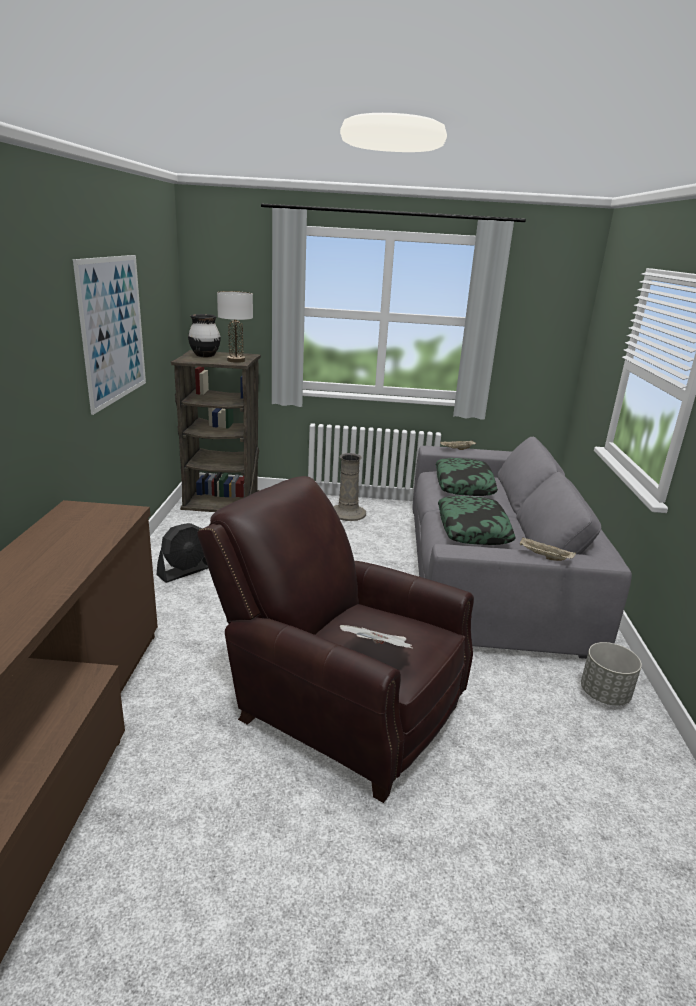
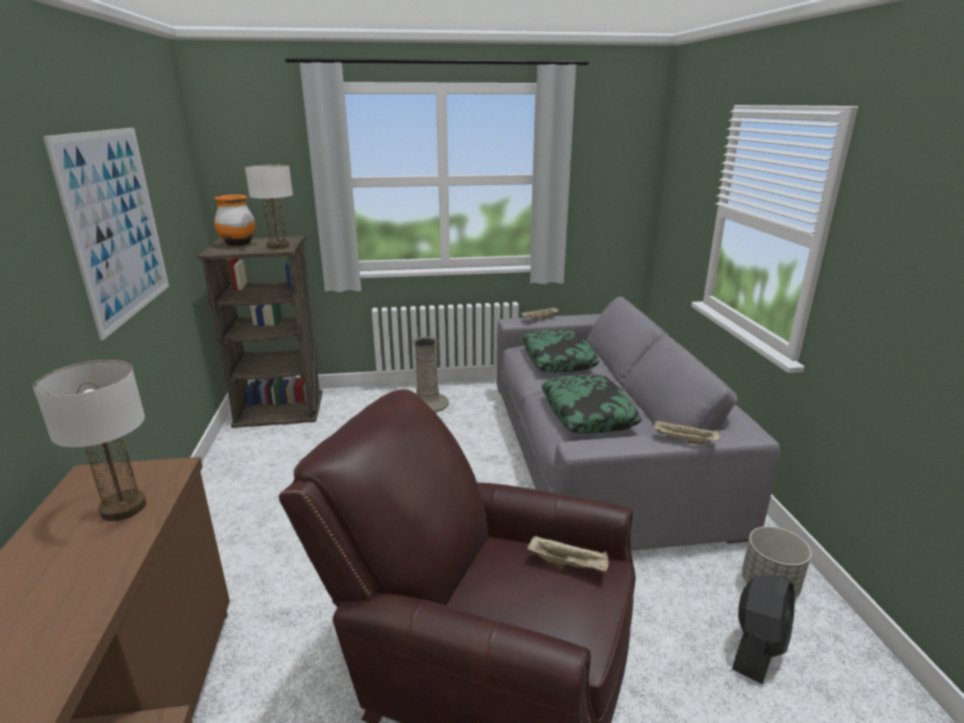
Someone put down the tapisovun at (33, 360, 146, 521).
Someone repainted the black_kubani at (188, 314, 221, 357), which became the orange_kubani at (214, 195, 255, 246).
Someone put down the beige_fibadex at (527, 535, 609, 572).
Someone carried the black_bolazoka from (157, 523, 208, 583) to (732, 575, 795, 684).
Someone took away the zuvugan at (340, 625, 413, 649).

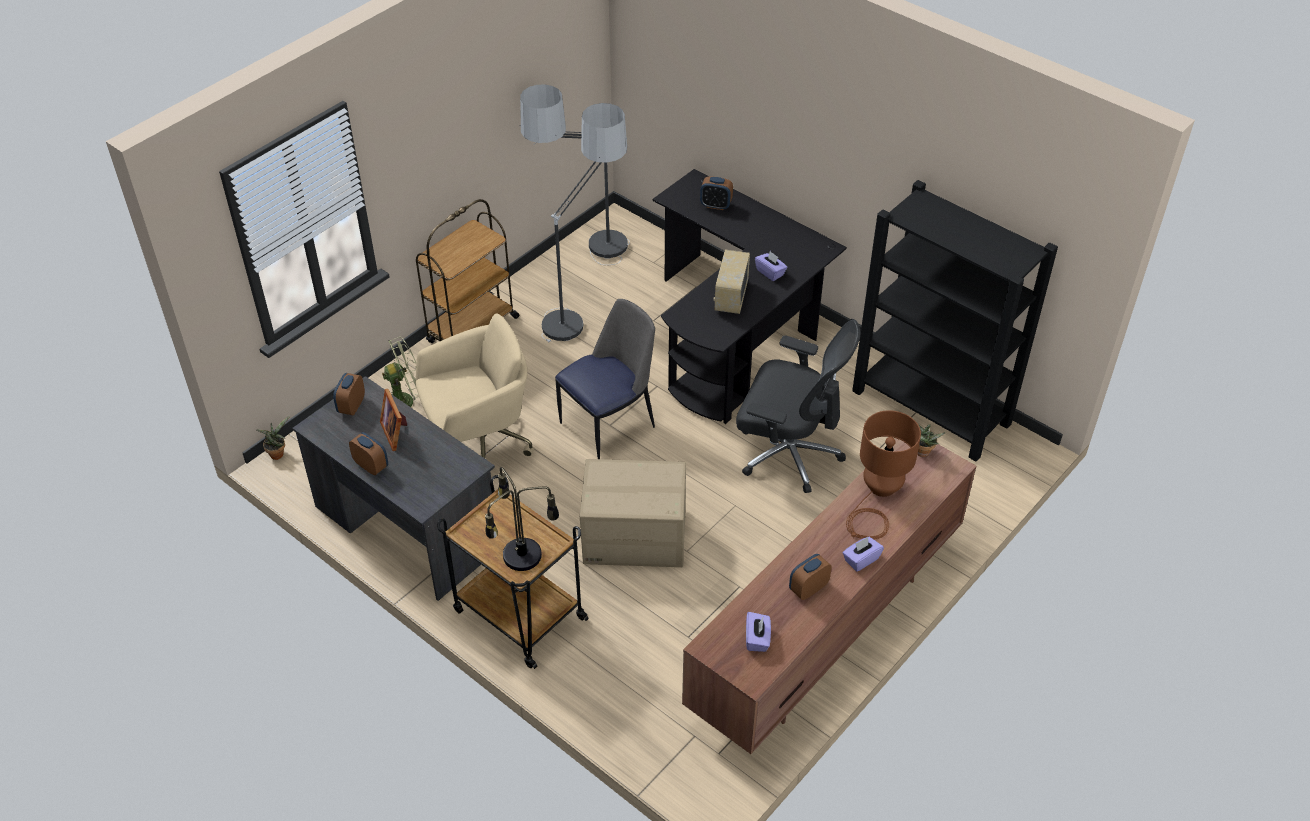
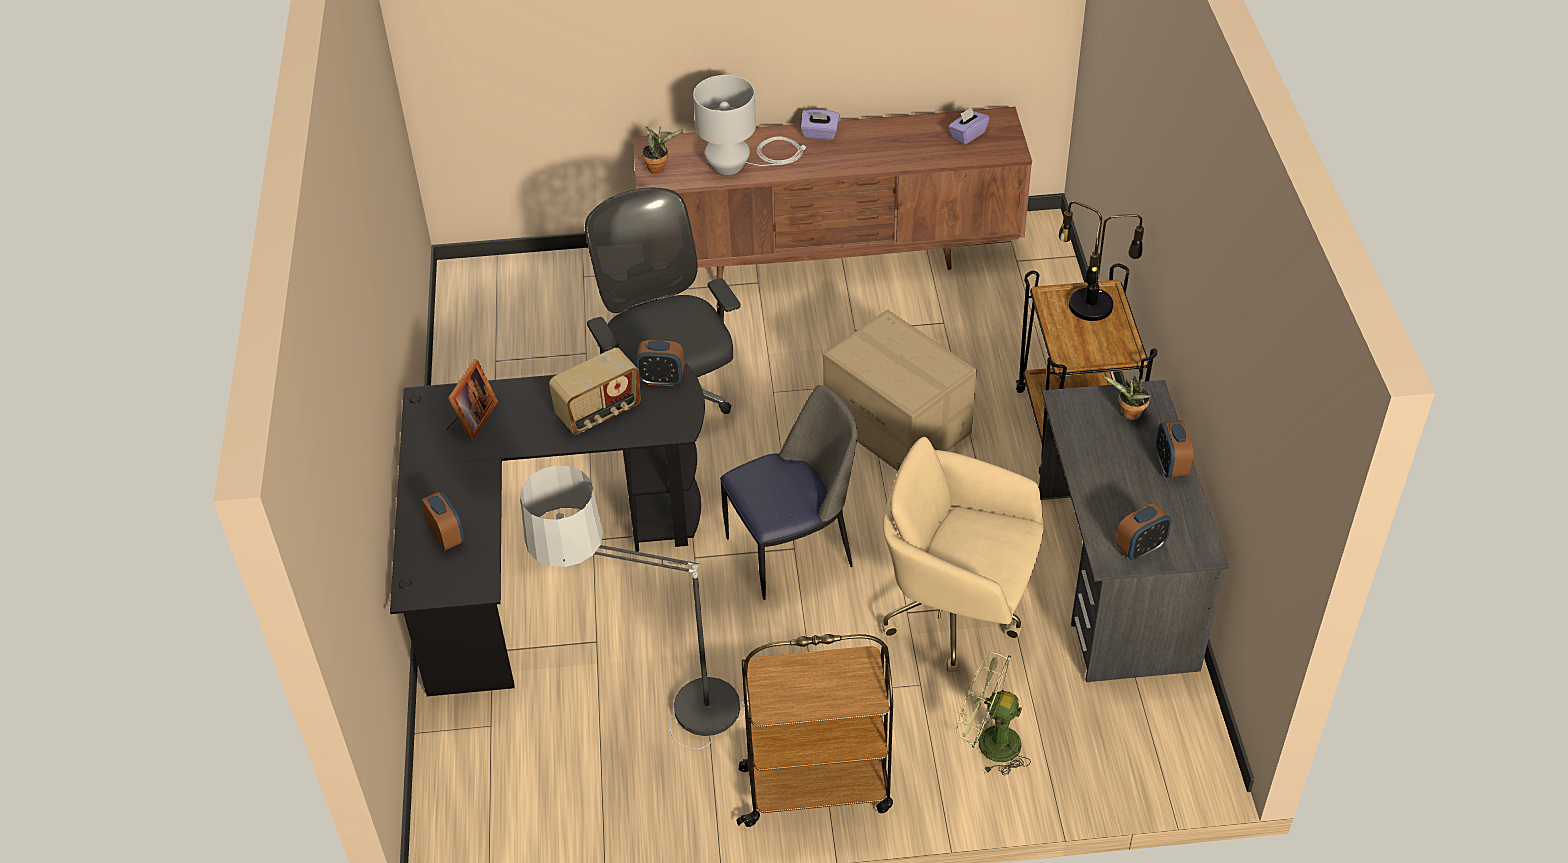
Someone carried the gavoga from (380, 389, 407, 451) to (446, 360, 498, 440).
Someone carried the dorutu from (789, 554, 832, 600) to (636, 340, 684, 386).
Someone repainted the brown_tapisovun at (846, 410, 921, 539), which became the grey_tapisovun at (693, 75, 806, 175).
Someone rotated the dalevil at (555, 299, 655, 459) by 150 degrees clockwise.
Someone carried the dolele from (257, 416, 290, 460) to (1103, 376, 1151, 420).
Someone took away the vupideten at (519, 85, 630, 265).
Someone took away the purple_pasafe at (755, 251, 787, 281).
Someone took away the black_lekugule at (852, 180, 1058, 461).

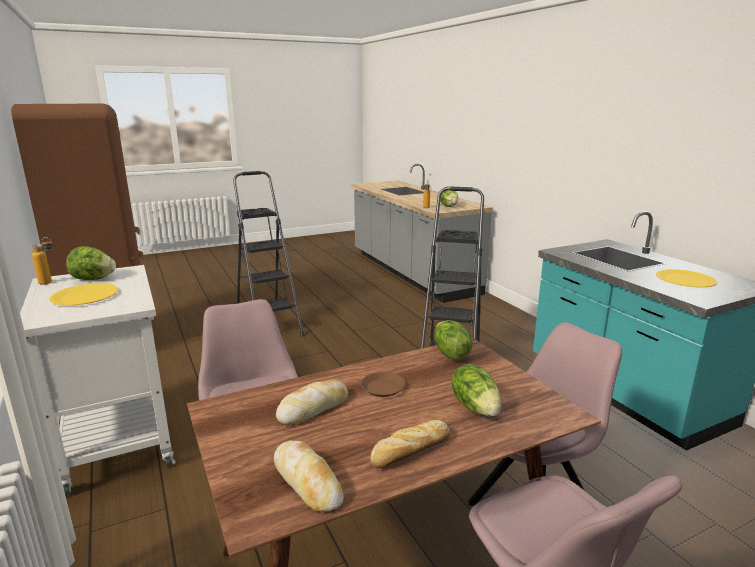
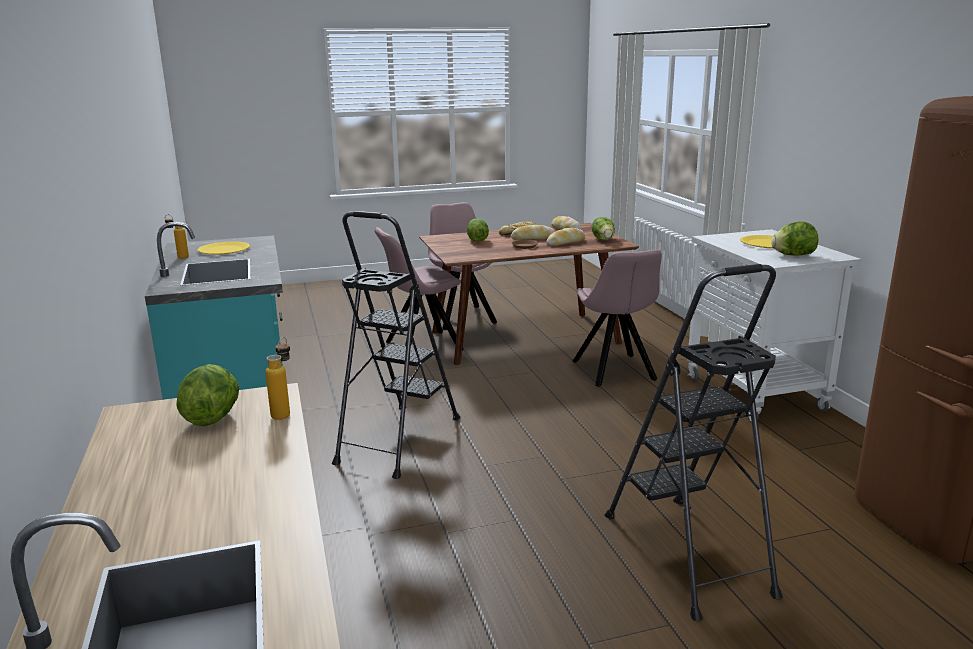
Someone carried the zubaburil from (32, 237, 52, 285) to (165, 215, 189, 259).
Someone put down the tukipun at (511, 225, 555, 240).
Someone carried the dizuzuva from (435, 320, 473, 360) to (592, 217, 615, 240).

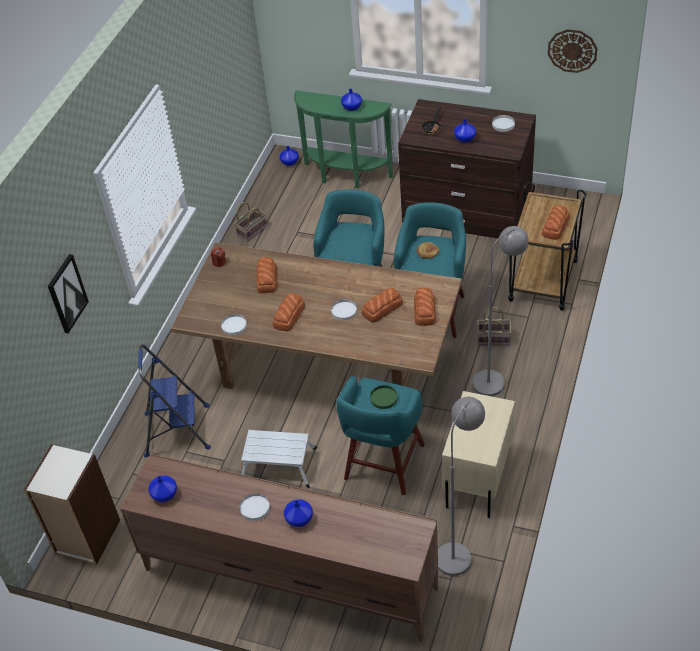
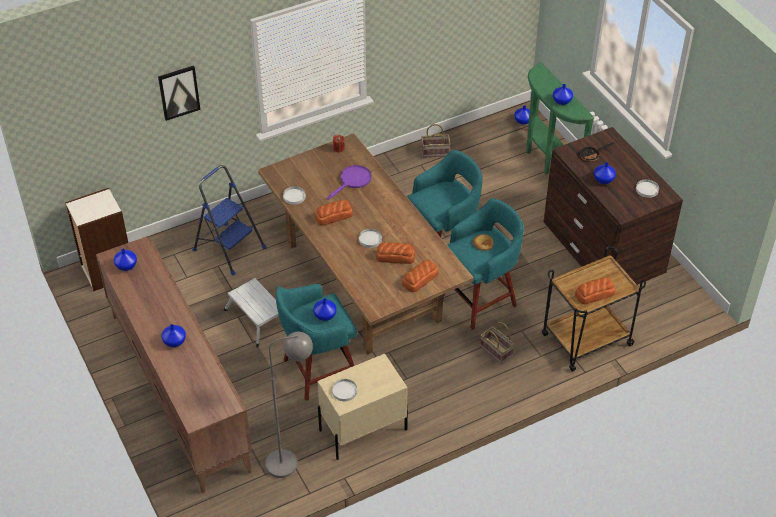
Someone swapped the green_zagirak at (370, 385, 398, 409) for the blue_kubani at (313, 299, 337, 321).
Someone swapped the tukipun at (257, 257, 277, 293) for the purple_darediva at (327, 165, 372, 200).
Someone carried the white_zagirak from (240, 493, 270, 521) to (332, 379, 357, 401).
Someone took away the grey_vupideten at (472, 226, 529, 396).
Someone took away the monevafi at (548, 29, 598, 73).

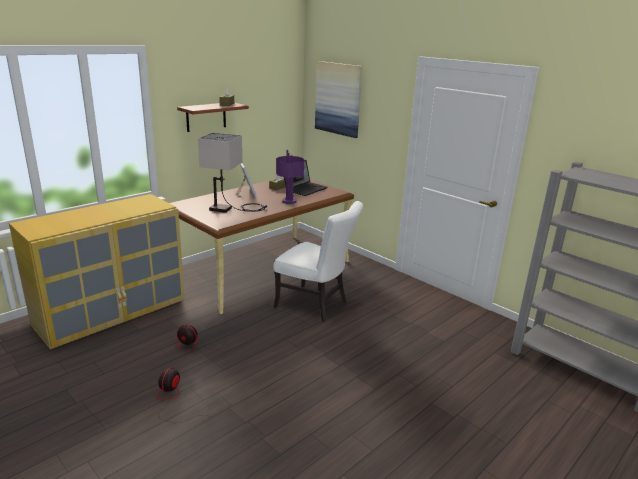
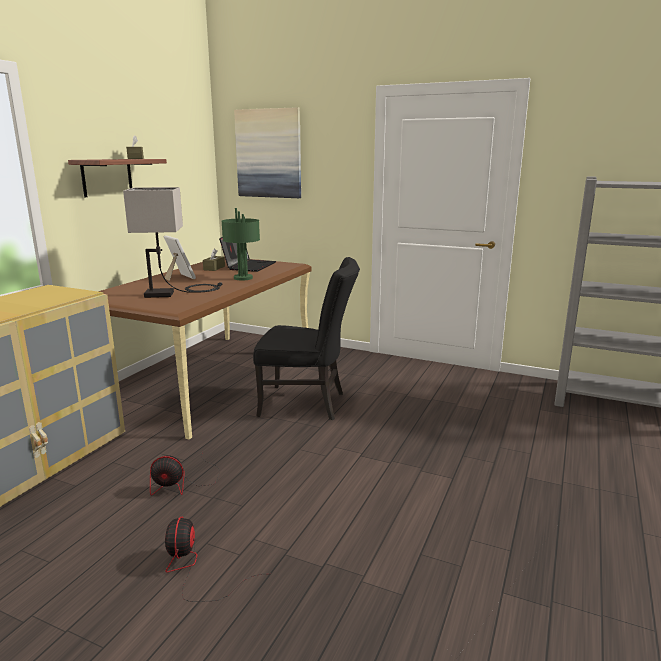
Someone repainted the purple_tapisovun at (276, 150, 304, 204), which became the green_tapisovun at (221, 208, 260, 280).
Someone repainted the white_dalevil at (274, 201, 363, 323), which became the black_dalevil at (253, 257, 360, 420).

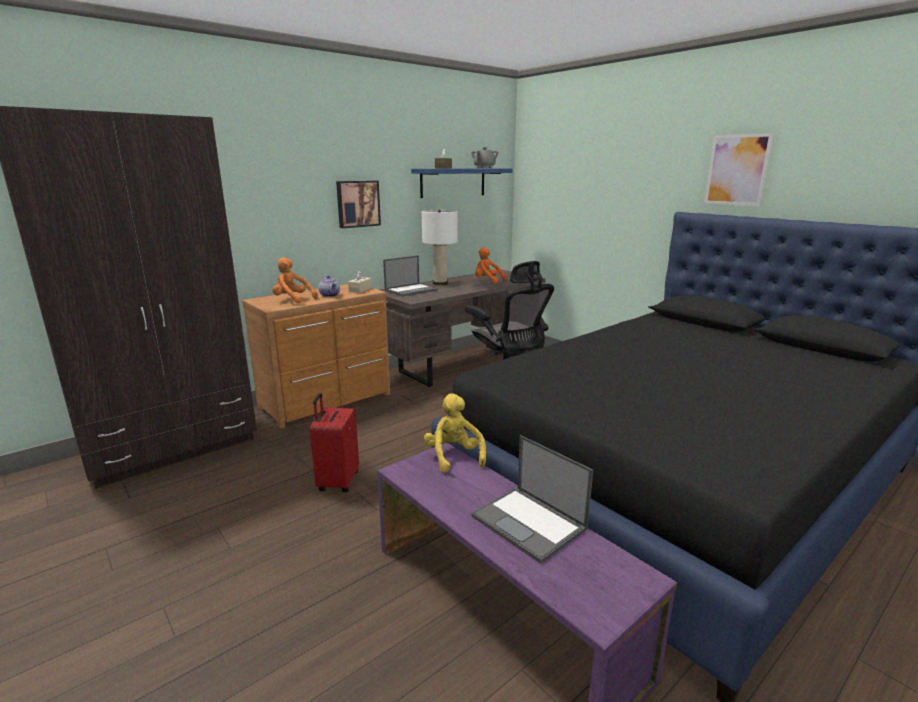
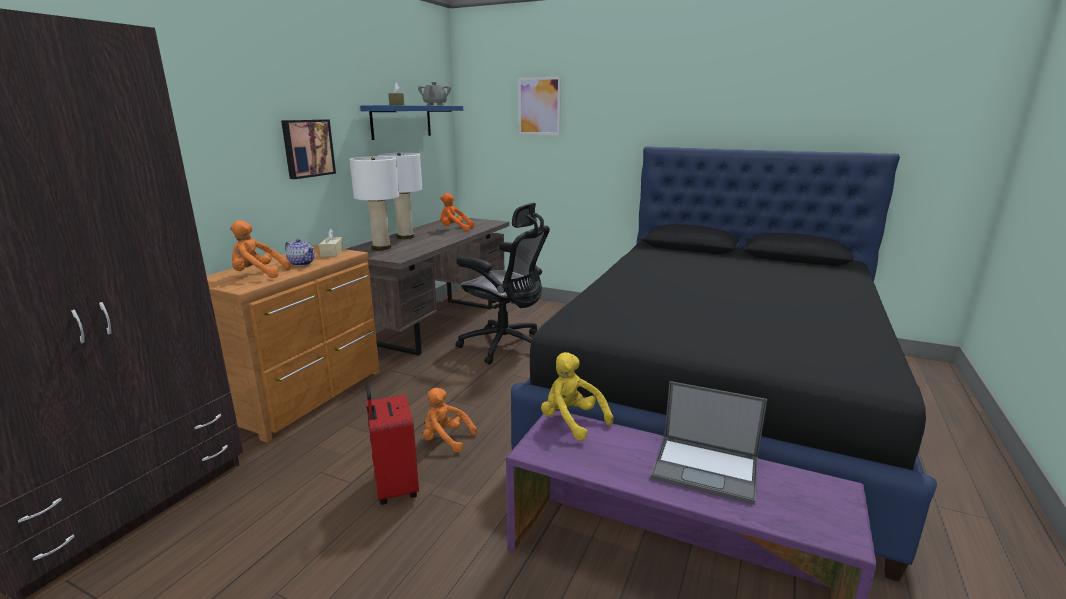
Someone swapped the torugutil at (383, 255, 438, 297) for the white_tapisovun at (350, 156, 399, 250).
Someone put down the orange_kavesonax at (423, 388, 477, 453).
Someone carried the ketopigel from (704, 133, 774, 206) to (518, 77, 561, 135).

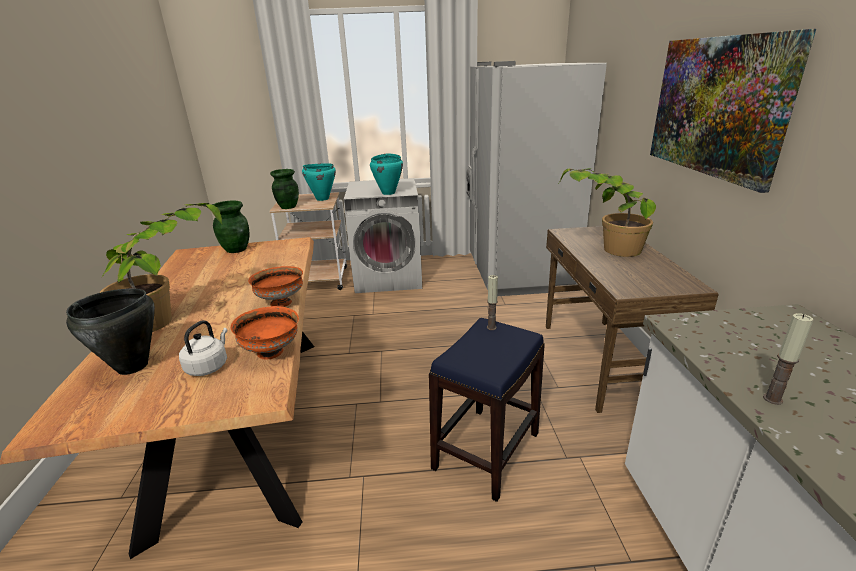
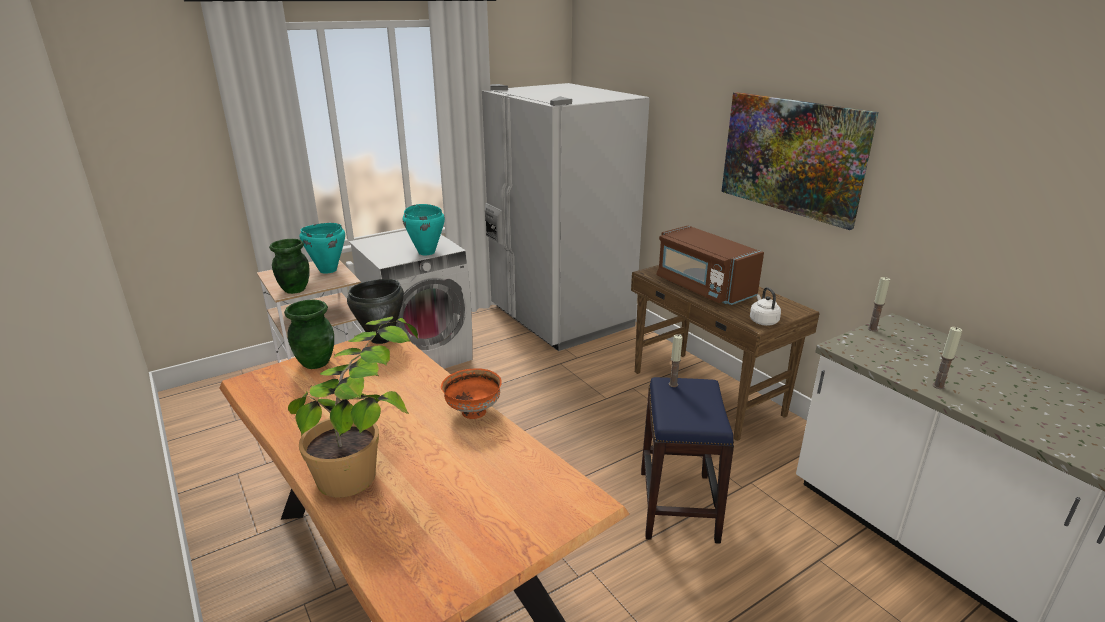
Someone carried the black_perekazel from (66, 289, 155, 375) to (347, 279, 404, 344).
Someone swapped the dolele at (558, 168, 656, 257) for the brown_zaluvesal at (657, 226, 764, 305).
Someone carried the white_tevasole from (179, 320, 228, 376) to (750, 287, 781, 326).
Someone put down the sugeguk at (868, 277, 890, 332).
Someone took away the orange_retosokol at (230, 306, 299, 360).

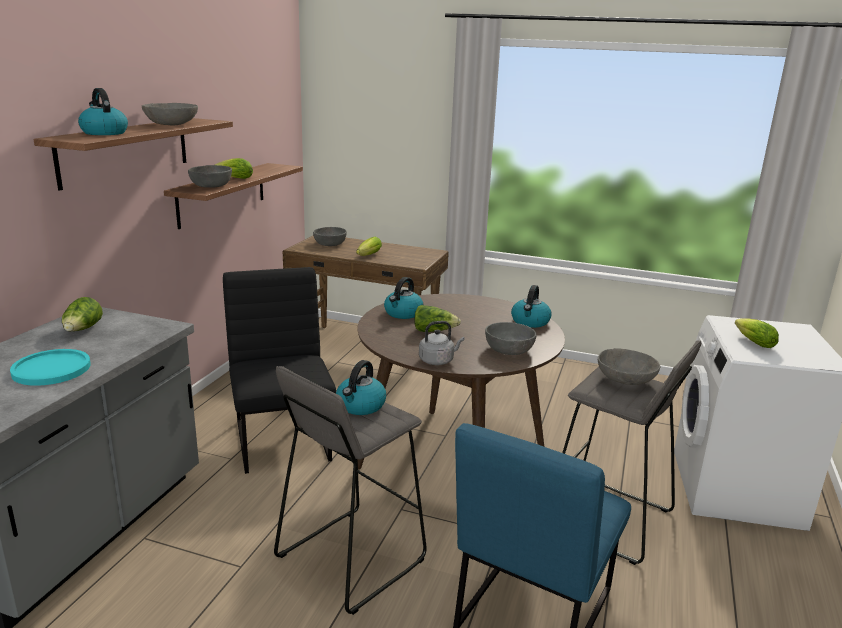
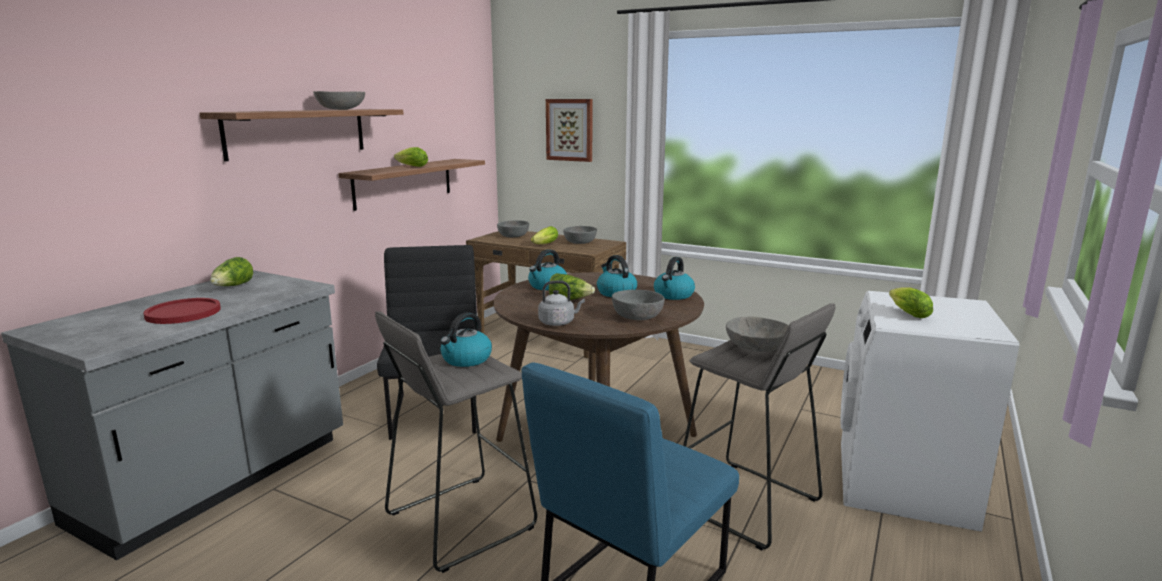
Someone repainted the turquoise_zagirak at (10, 349, 90, 386), which became the red_zagirak at (143, 298, 221, 324).
Someone put up the ketopigel at (546, 99, 593, 162).
Someone carried the grey_retosokol from (188, 165, 232, 188) to (563, 226, 597, 244).
Someone carried the tevasole from (78, 88, 128, 135) to (597, 255, 637, 297).

